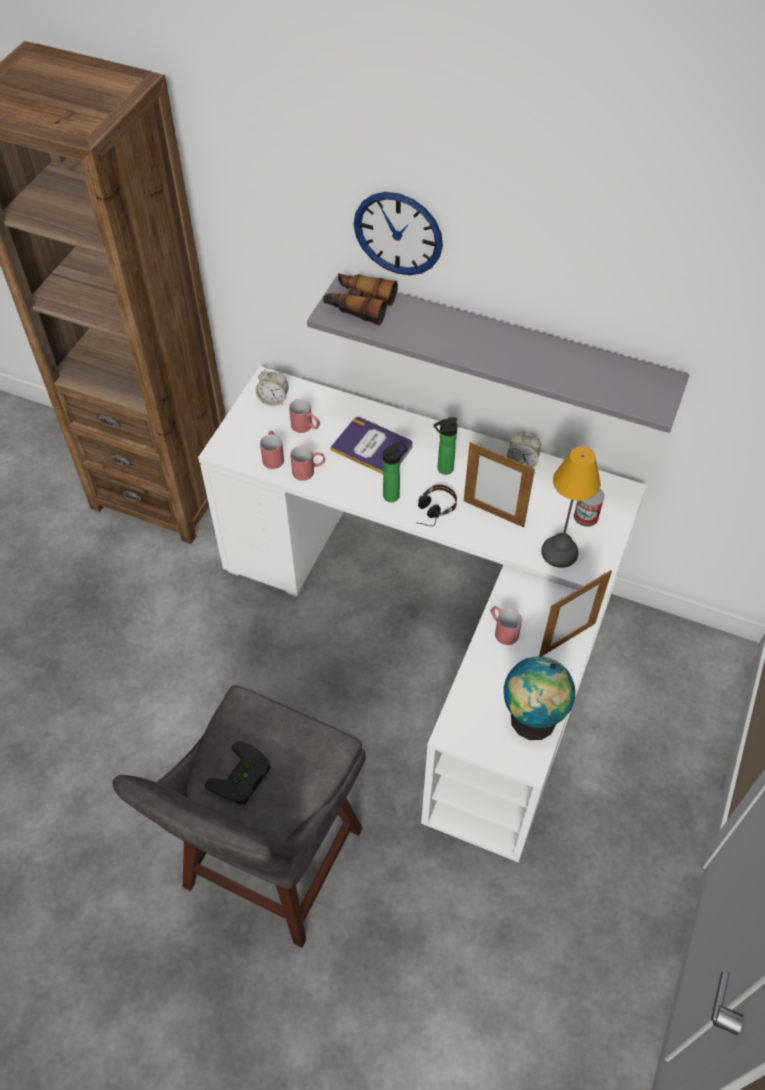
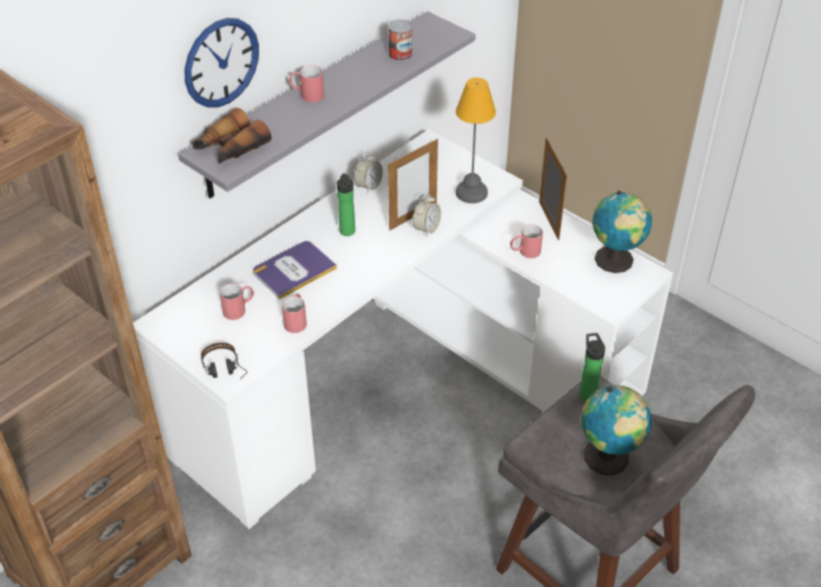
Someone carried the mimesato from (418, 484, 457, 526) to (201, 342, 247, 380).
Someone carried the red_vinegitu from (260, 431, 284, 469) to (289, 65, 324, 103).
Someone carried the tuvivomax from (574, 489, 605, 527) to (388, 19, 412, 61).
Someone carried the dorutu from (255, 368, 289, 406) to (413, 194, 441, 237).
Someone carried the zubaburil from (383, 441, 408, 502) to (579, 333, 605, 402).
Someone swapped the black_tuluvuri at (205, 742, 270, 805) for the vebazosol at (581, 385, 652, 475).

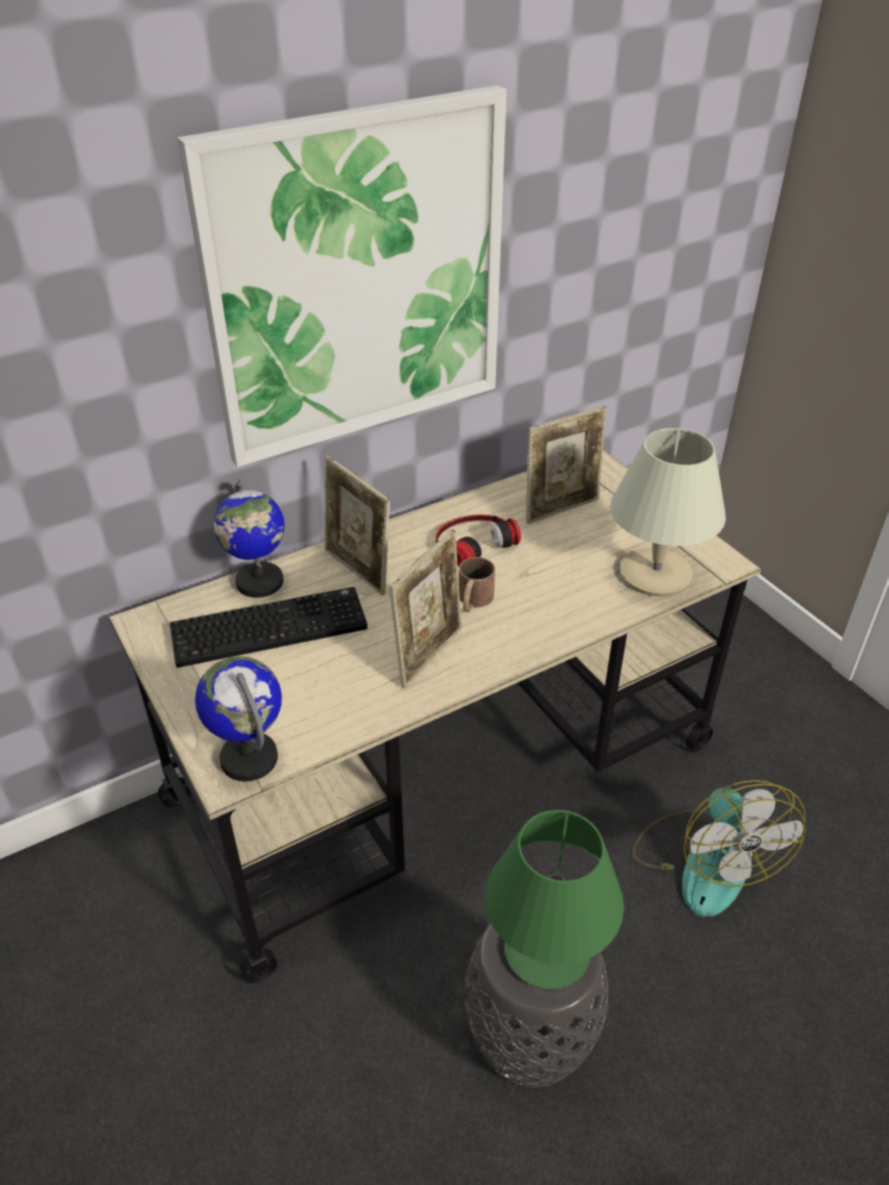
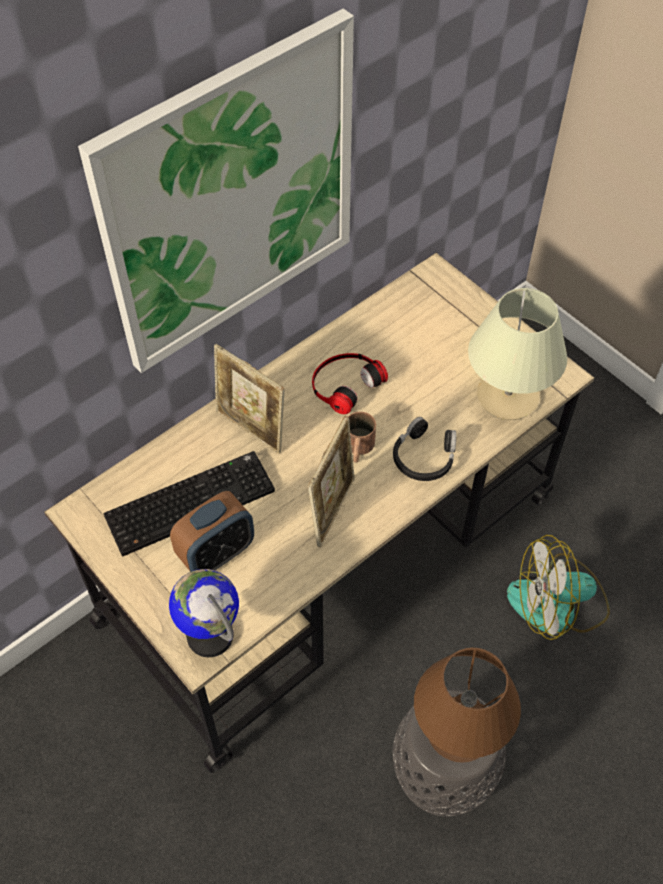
Someone put down the dorutu at (170, 491, 254, 572).
Someone put down the black_mimesato at (393, 417, 456, 481).
Someone repainted the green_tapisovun at (485, 810, 624, 990), which became the brown_tapisovun at (414, 648, 521, 763).
Someone rotated the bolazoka at (632, 780, 806, 917) by 105 degrees clockwise.
Someone took away the vebazosol at (214, 479, 285, 598).
Someone took away the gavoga at (526, 406, 607, 524).

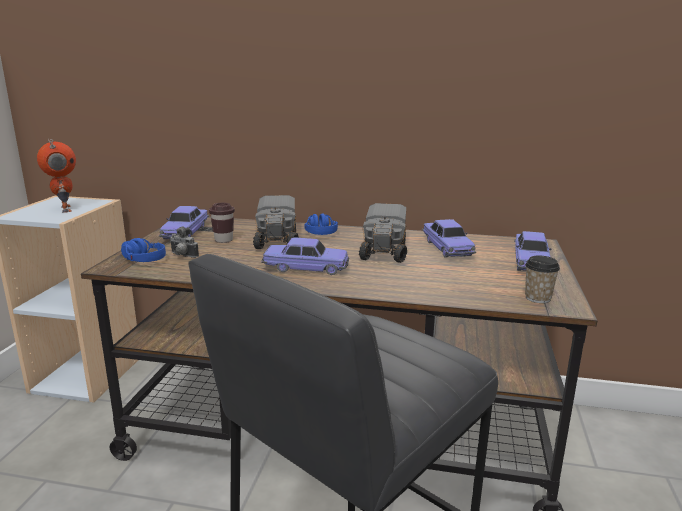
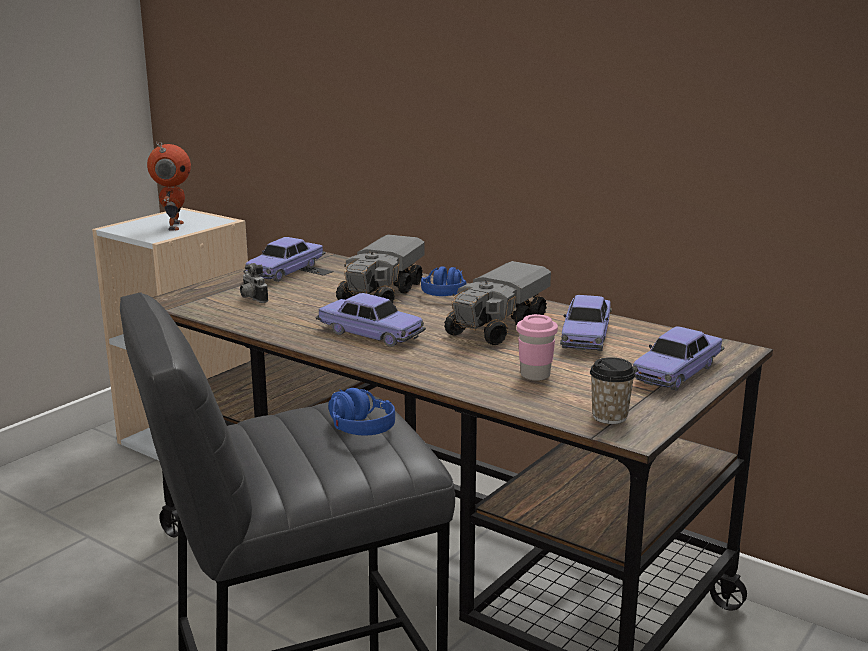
Someone carried the blue_mimesato from (121, 238, 166, 262) to (328, 388, 395, 435).
Someone put down the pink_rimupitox at (517, 314, 558, 381).
Someone took away the brown_rimupitox at (209, 203, 235, 243).

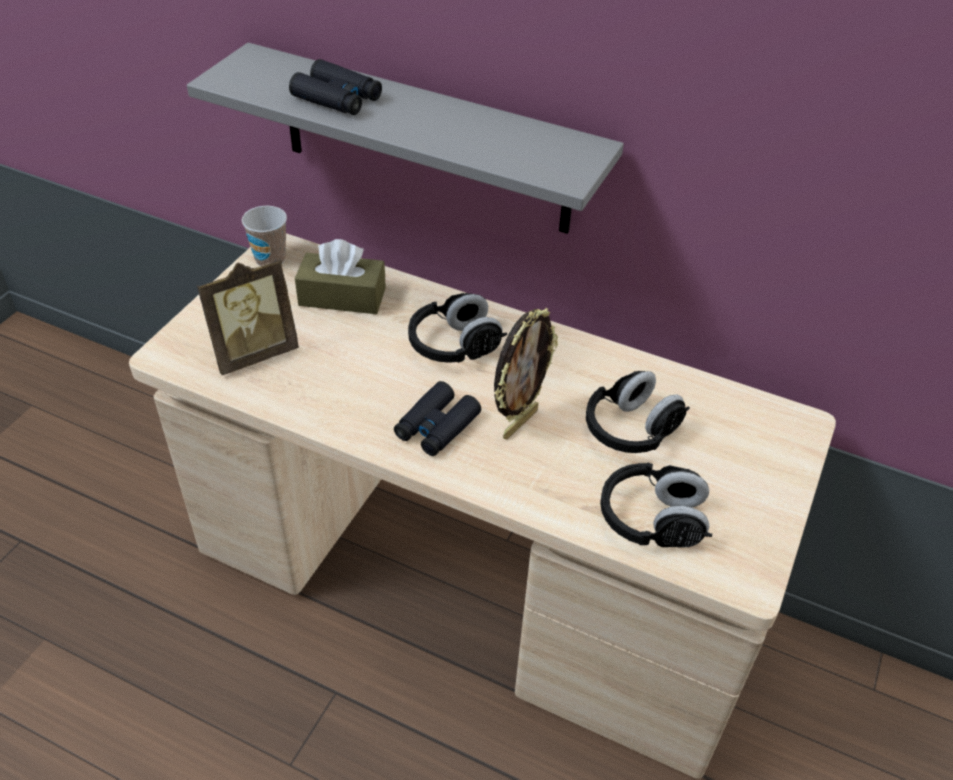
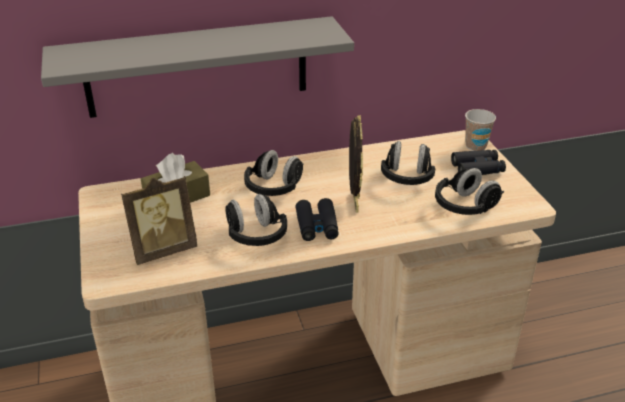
Someone rotated the gavoga at (197, 258, 299, 375) by 45 degrees clockwise.
Someone put down the black_mimesato at (225, 194, 287, 246).
Someone carried the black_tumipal from (289, 59, 382, 115) to (451, 150, 506, 175).
Someone carried the rimupitox from (242, 206, 287, 266) to (465, 109, 496, 151).

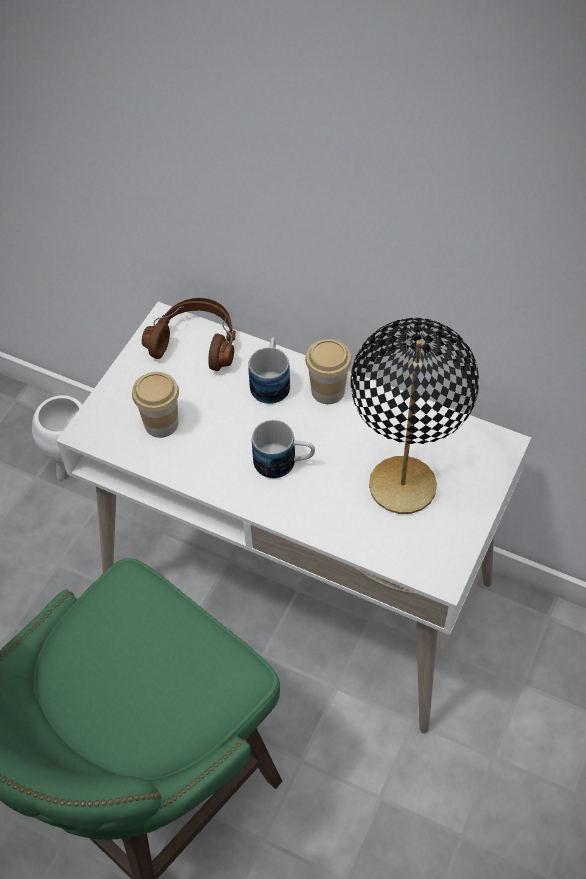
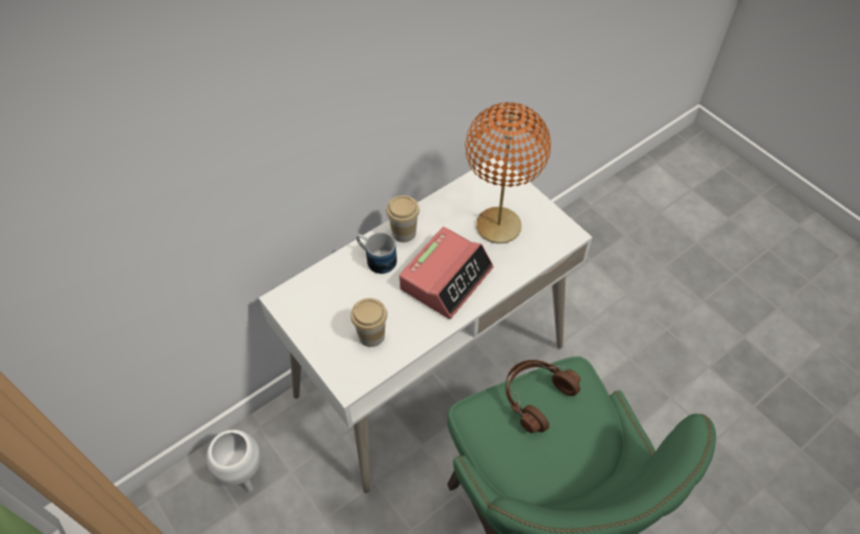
Someone swapped the vinegitu at (252, 420, 315, 478) for the dorutu at (399, 227, 494, 319).
Someone repainted the black_tapisovun at (351, 318, 479, 514), which became the orange_tapisovun at (465, 102, 551, 244).
Someone carried the brown_mimesato from (142, 298, 236, 371) to (505, 360, 580, 433).

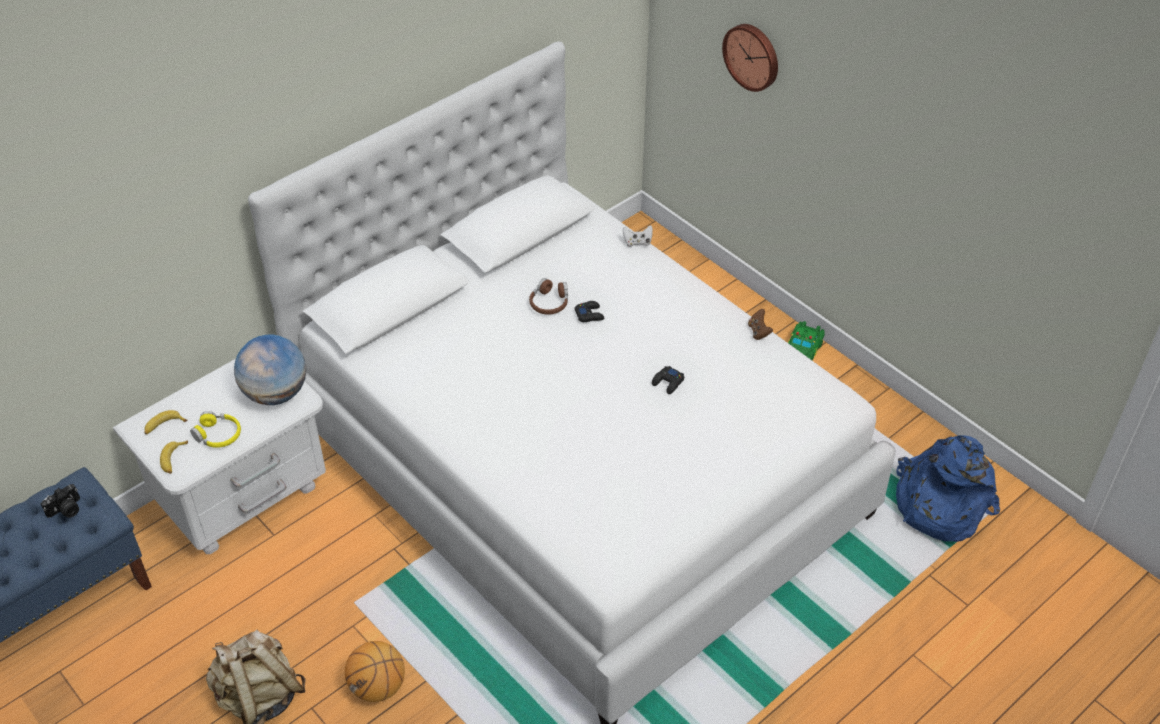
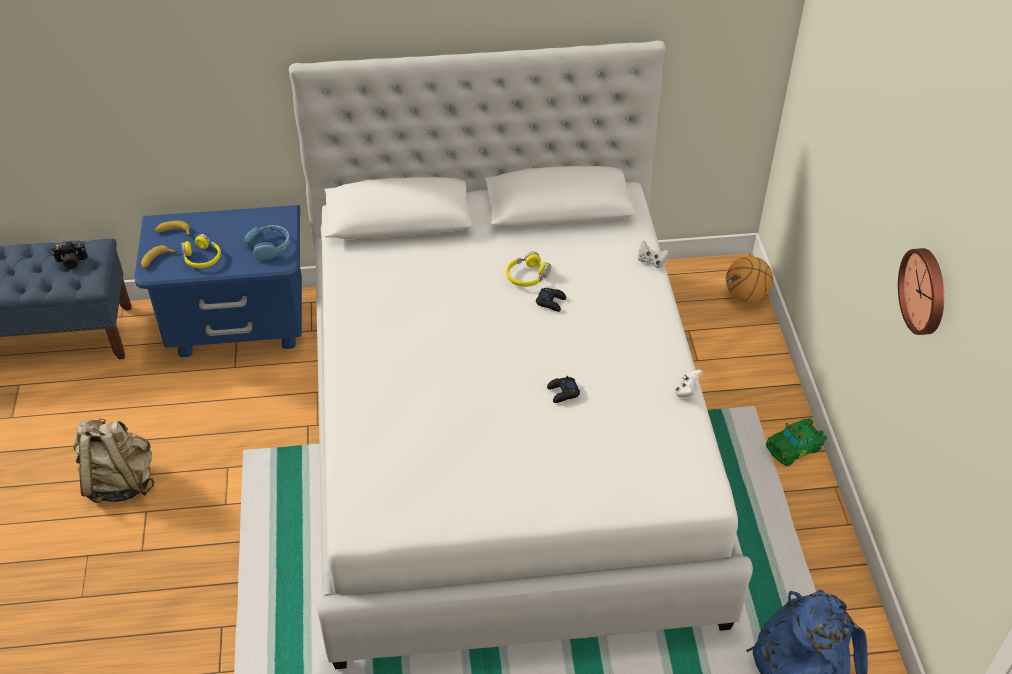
Someone repainted the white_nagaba at (113, 359, 326, 554), which became the blue_nagaba at (134, 205, 302, 357).
Someone swapped the vebazosol at (234, 334, 306, 405) for the blue_mimesato at (244, 225, 290, 260).
Someone repainted the brown_mimesato at (529, 278, 568, 315), which became the yellow_mimesato at (506, 252, 551, 287).
Someone repainted the brown_tuluvuri at (748, 309, 773, 340), which became the white_tuluvuri at (676, 369, 703, 397).
Someone carried the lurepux from (345, 641, 405, 702) to (726, 256, 773, 303).
Someone carried the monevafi from (722, 24, 778, 92) to (898, 248, 944, 335).

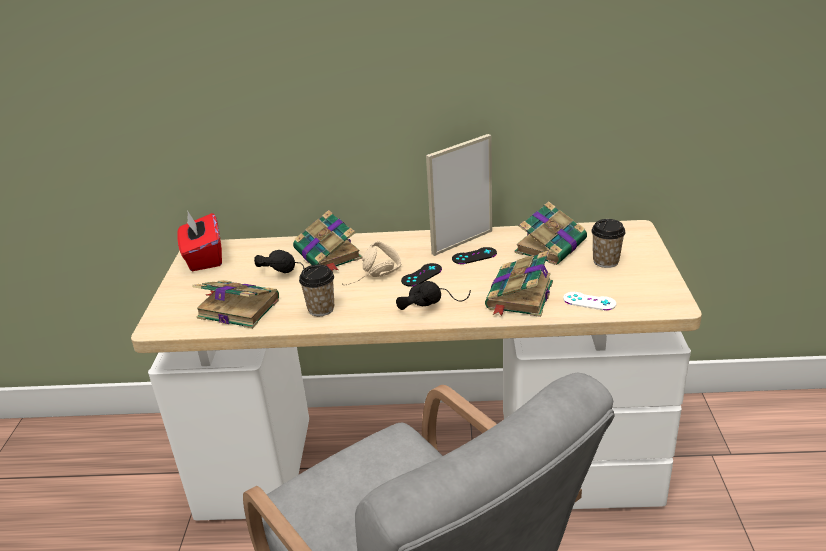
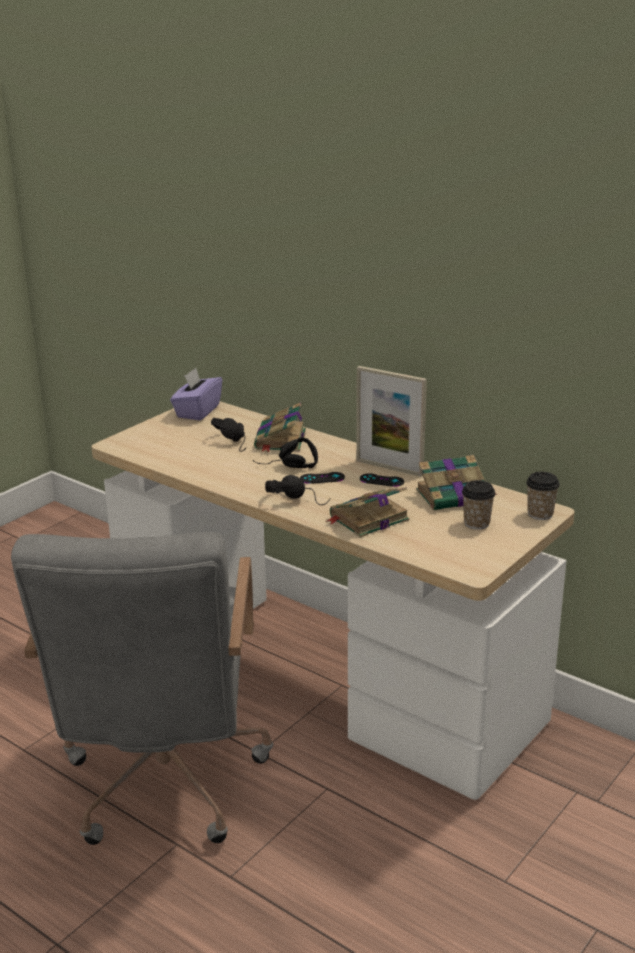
Someone repainted the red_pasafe at (177, 212, 222, 271), which became the purple_pasafe at (170, 368, 222, 420).
Someone repainted the beige_mimesato at (342, 241, 401, 286), which became the black_mimesato at (253, 437, 318, 468).
Someone rotated the gavoga at (426, 134, 492, 256) by 150 degrees counterclockwise.
Someone carried the rimupitox from (299, 265, 334, 316) to (526, 472, 560, 520).
Someone took away the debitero at (192, 280, 279, 329).
Someone took away the white_tuluvuri at (563, 292, 616, 310).

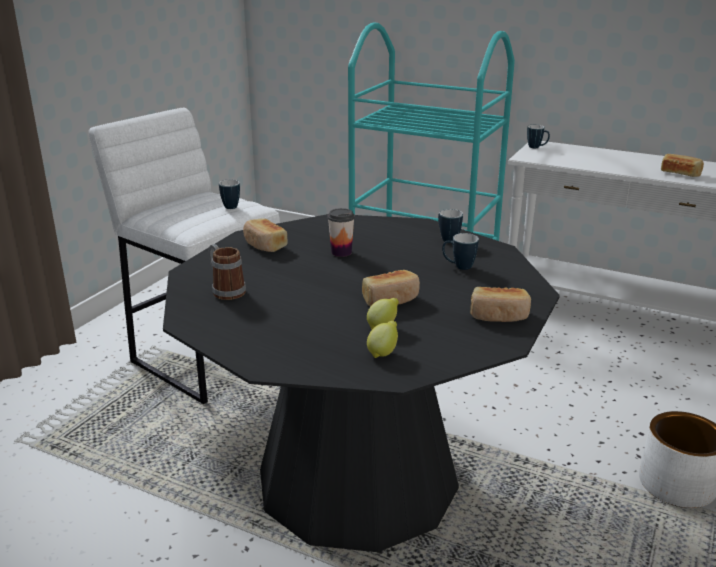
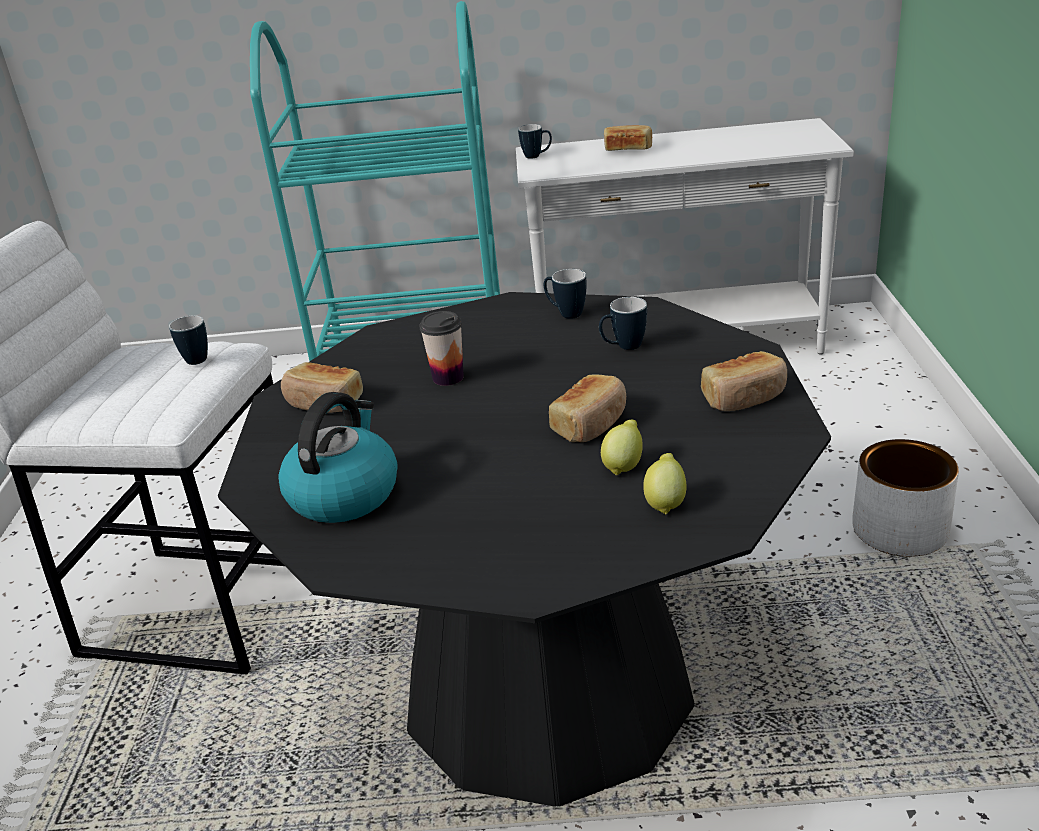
Someone swapped the vinegitu at (209, 244, 246, 300) for the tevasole at (278, 392, 398, 523).
Someone carried the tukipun from (661, 154, 704, 177) to (604, 125, 652, 151).

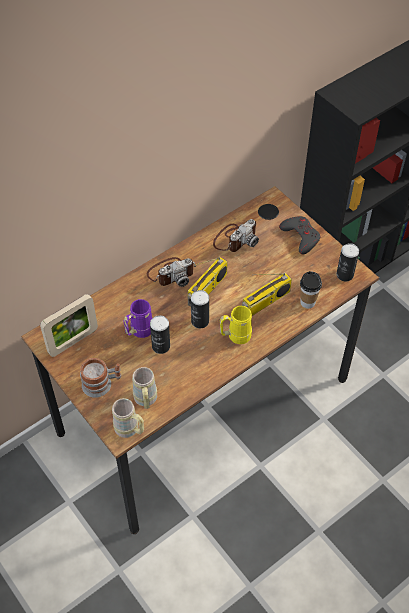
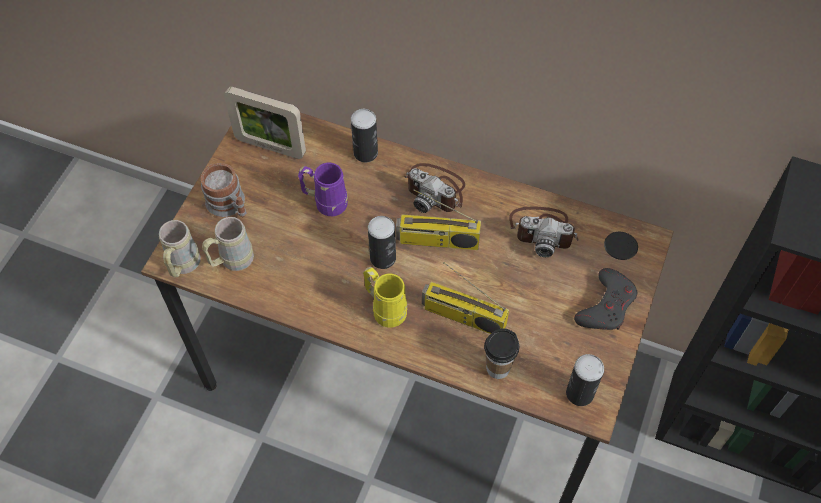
Someone carried the tuvivomax from (150, 315, 170, 354) to (351, 109, 378, 162).

